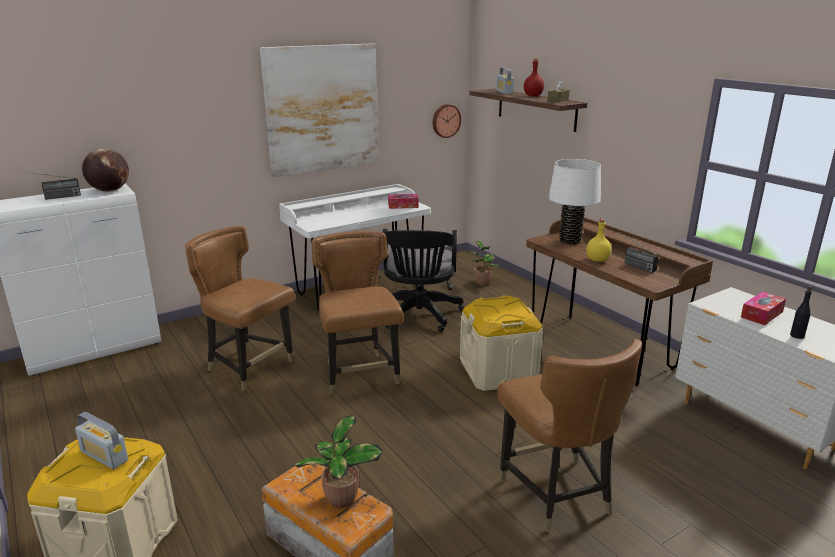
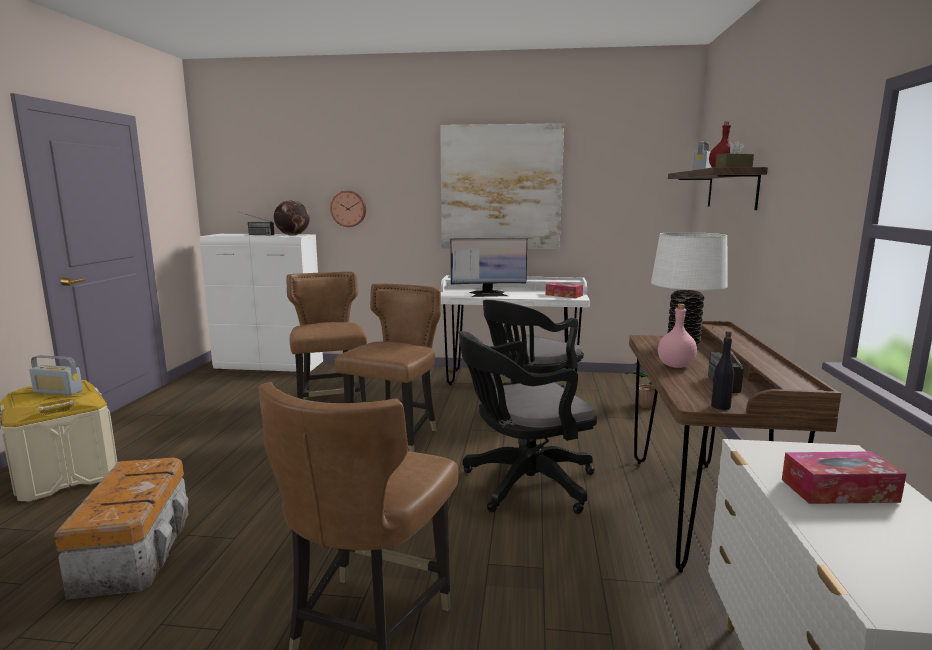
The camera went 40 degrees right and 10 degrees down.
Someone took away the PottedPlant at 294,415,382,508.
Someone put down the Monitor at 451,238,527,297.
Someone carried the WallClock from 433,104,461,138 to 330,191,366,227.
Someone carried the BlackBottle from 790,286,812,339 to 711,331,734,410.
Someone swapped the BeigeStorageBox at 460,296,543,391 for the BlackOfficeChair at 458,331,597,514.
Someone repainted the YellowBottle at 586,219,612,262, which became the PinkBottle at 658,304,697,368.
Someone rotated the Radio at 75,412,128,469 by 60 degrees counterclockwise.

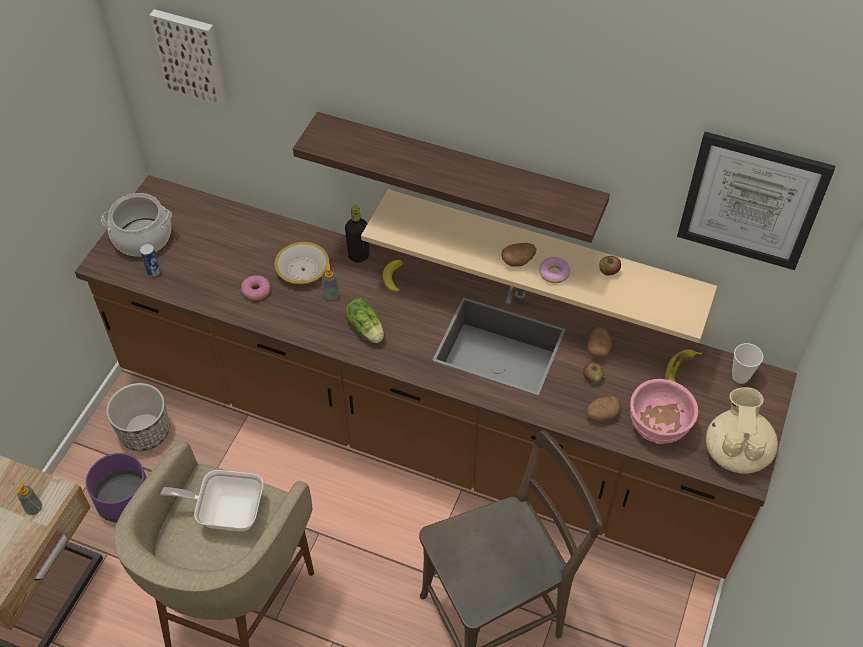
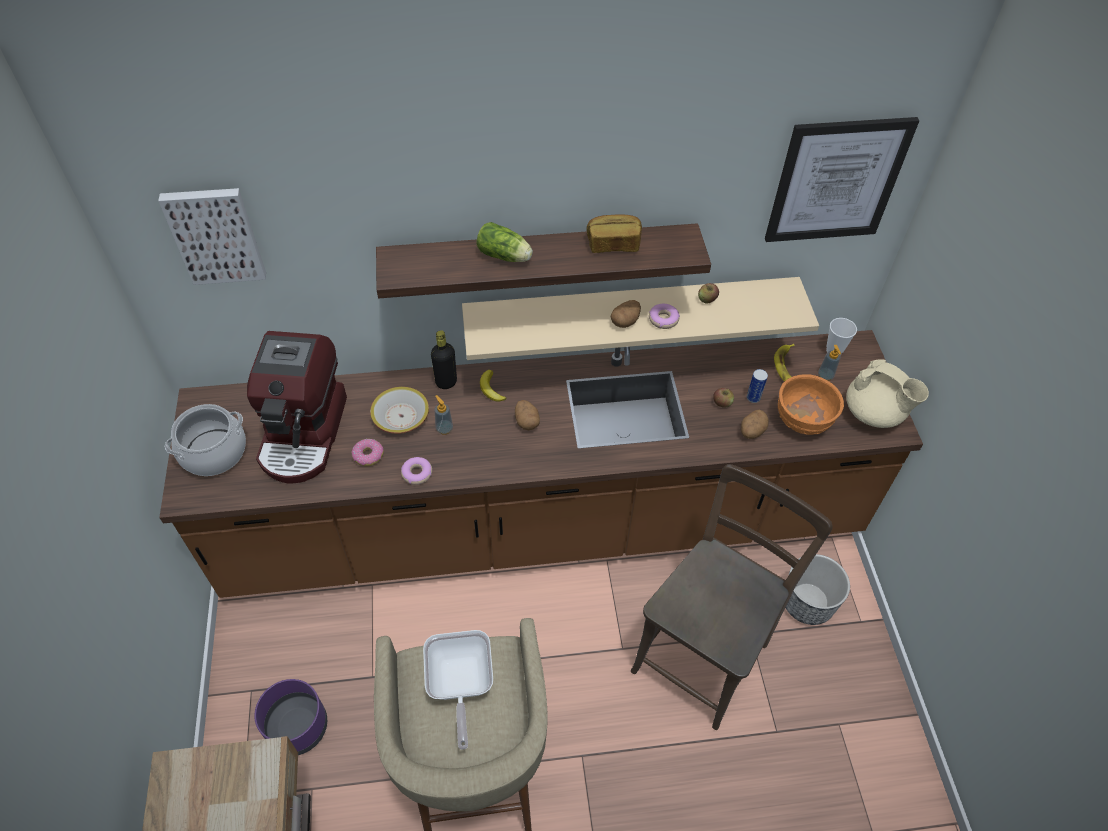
The camera went 30 degrees left and 0 degrees up.
Someone put down the CoffeeMachine at 247,331,347,484.
Someone put down the Donut at 401,457,432,485.
Someone put down the Bread at 586,215,642,253.
Someone carried the SoapDispenser from 16,482,42,515 to 818,345,841,381.
Someone carried the Planter from 106,383,170,451 to 785,554,850,625.
Someone carried the Can from 140,244,161,277 to 747,369,768,403.
Someone carried the Lettuce from 345,298,384,343 to 477,222,533,262.
Someone carried the Potato from 587,327,612,358 to 515,400,540,430.
Someone repainted the PinkBowl at 630,379,698,444, which became the OrangeBowl at 778,374,844,435.
Someone rotated the FryingPan at 160,470,263,531 by 75 degrees counterclockwise.
Someone rotated the BeigeTeapot at 706,387,778,474 by 150 degrees clockwise.

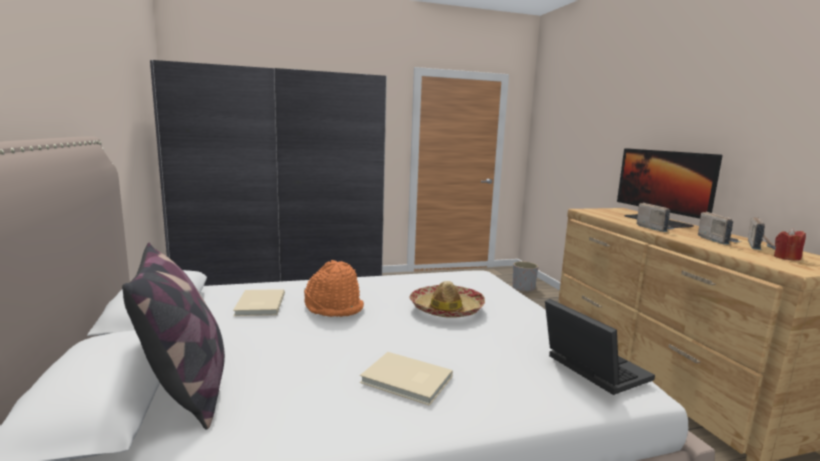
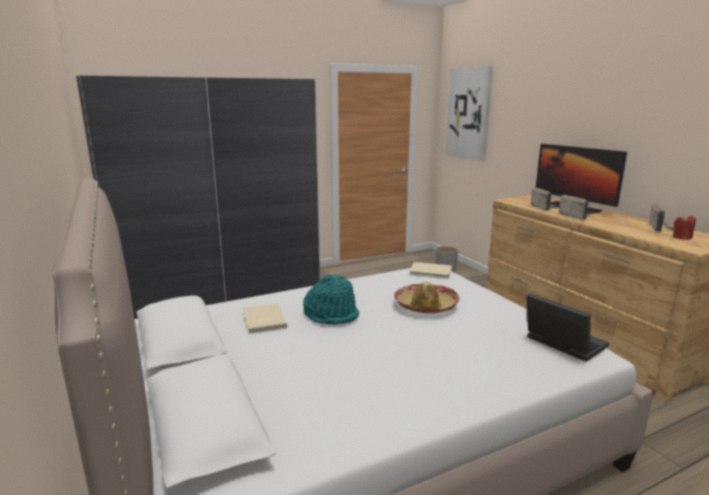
The camera went 10 degrees left and 5 degrees up.
Someone took away the Pillow at 122,243,225,429.
Someone put up the Picture at 445,66,493,161.
Someone carried the BeigeBook from 360,352,453,406 to 409,262,452,279.
Someone carried the Radio from 698,212,741,245 to 531,187,558,211.
Someone repainted the OrangeHat at 304,260,364,317, which became the TurquoiseHat at 303,274,359,324.

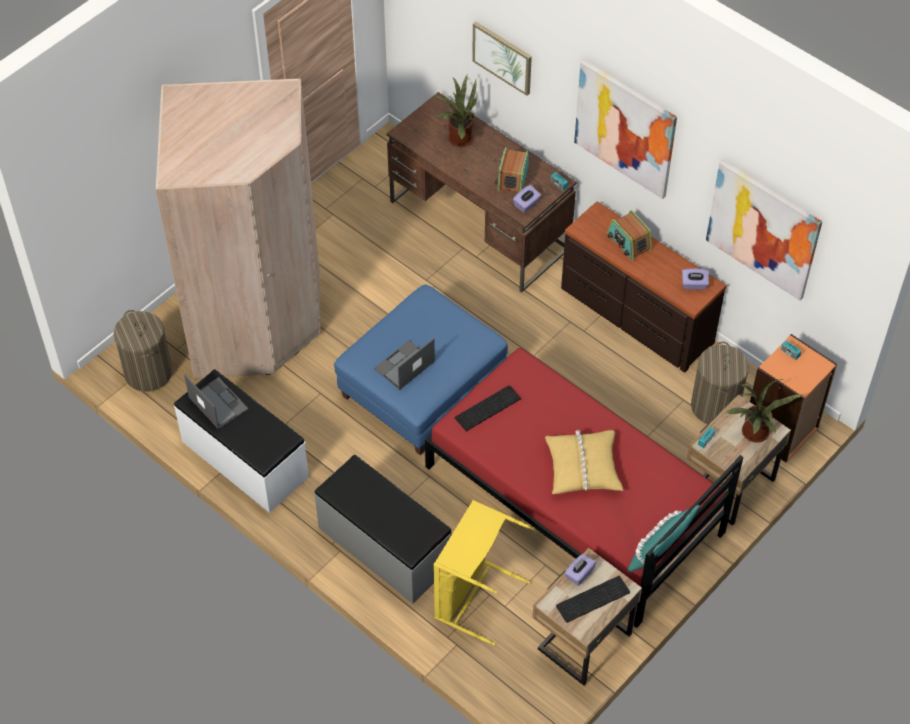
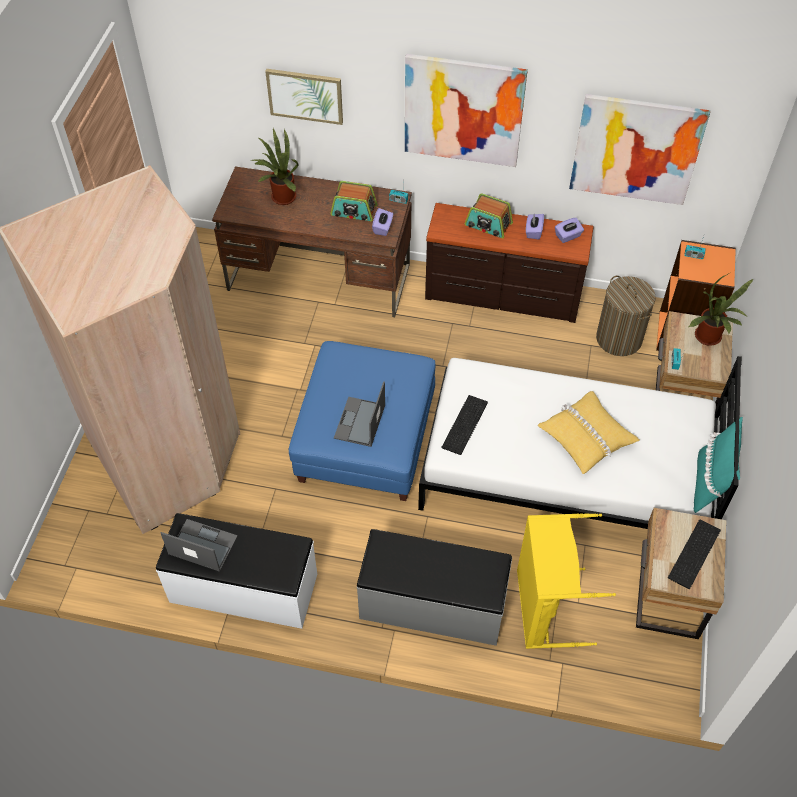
The camera went 30 degrees left and 0 degrees up.
Someone took away the LaundryBasket at 114,310,172,392.
Someone carried the PurpleTissueBox from 564,554,596,586 to 526,214,544,239.
Someone repainted the RedBed at 425,348,743,628, which became the WhiteBed at 418,356,742,529.
Someone rotated the Radio at 495,147,529,192 by 60 degrees counterclockwise.

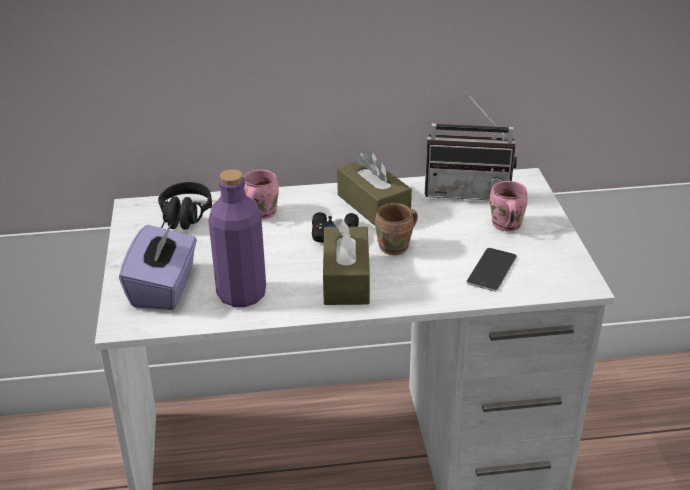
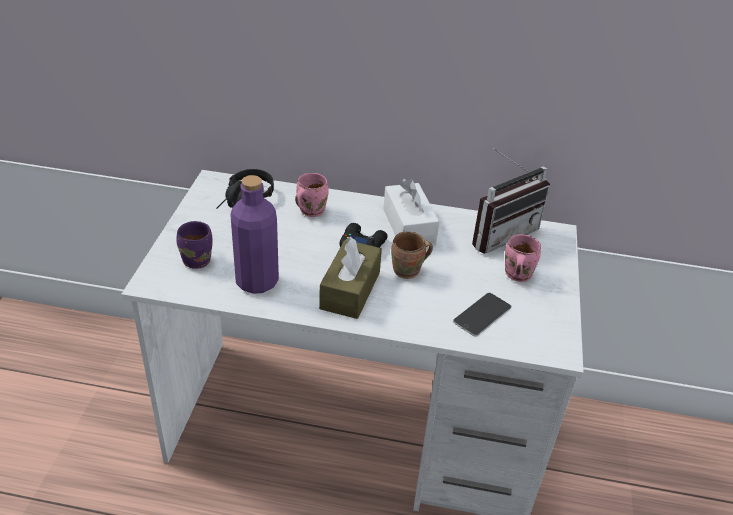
The camera went 15 degrees right and 5 degrees up.
Someone swapped the PurpleTissueBox at 119,223,197,310 for the PurpleMug at 176,221,213,269.
Someone repainted the BrownTissueBox at 337,150,412,226, which became the WhiteTissueBox at 383,178,440,245.
Someone rotated the Radio at 425,91,517,200 by 60 degrees counterclockwise.

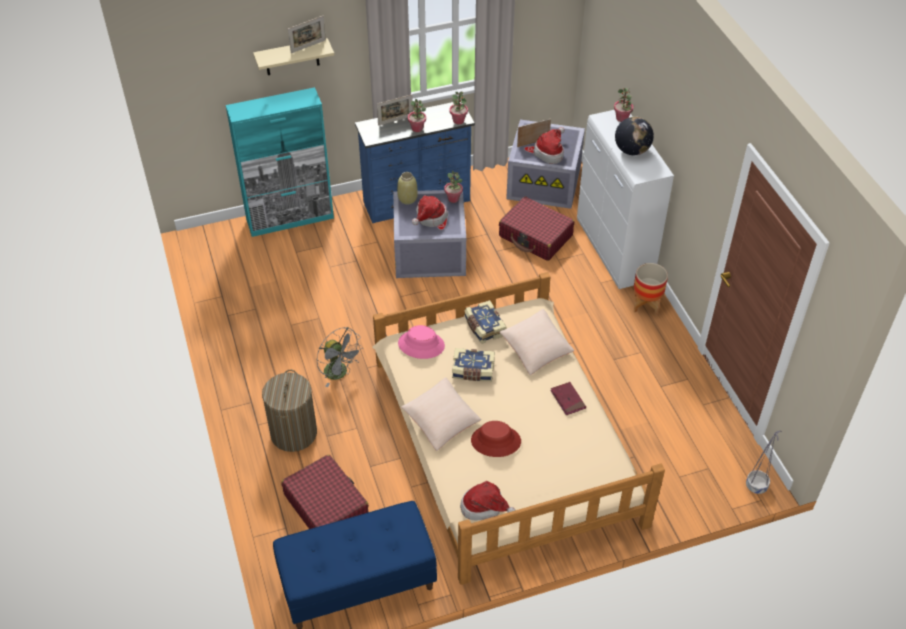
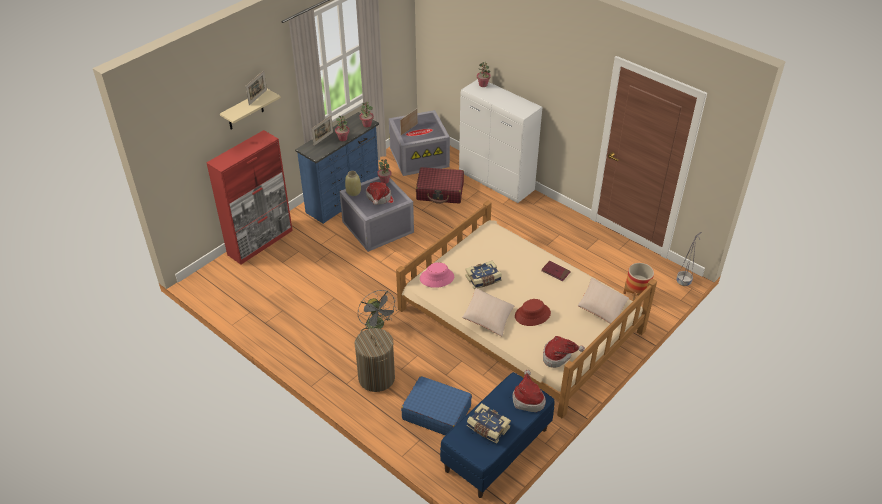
The camera went 30 degrees left and 5 degrees down.
Someone took away the Globe at 615,117,654,155.
Someone carried the Book from 464,300,507,344 to 467,403,511,444.
Someone carried the BeigePillow from 499,309,574,375 to 578,278,629,324.
Someone carried the Hat from 533,127,565,164 to 513,370,546,412.
Someone carried the Planter from 633,263,668,315 to 623,263,654,301.
Someone repainted the TurquoiseCabinet at 226,87,334,237, which became the RedCabinet at 206,130,293,265.
Someone repainted the RedSuitcase at 281,454,369,529, which became the BlueSuitcase at 401,376,472,435.
Someone rotated the GreyFan at 316,327,363,387 by 45 degrees clockwise.

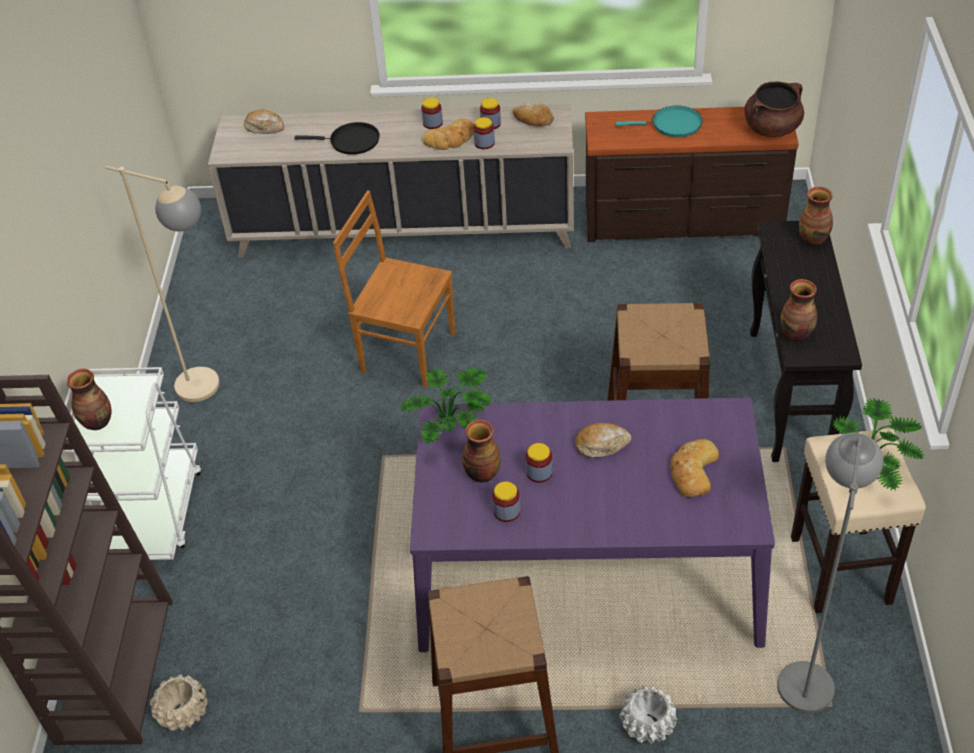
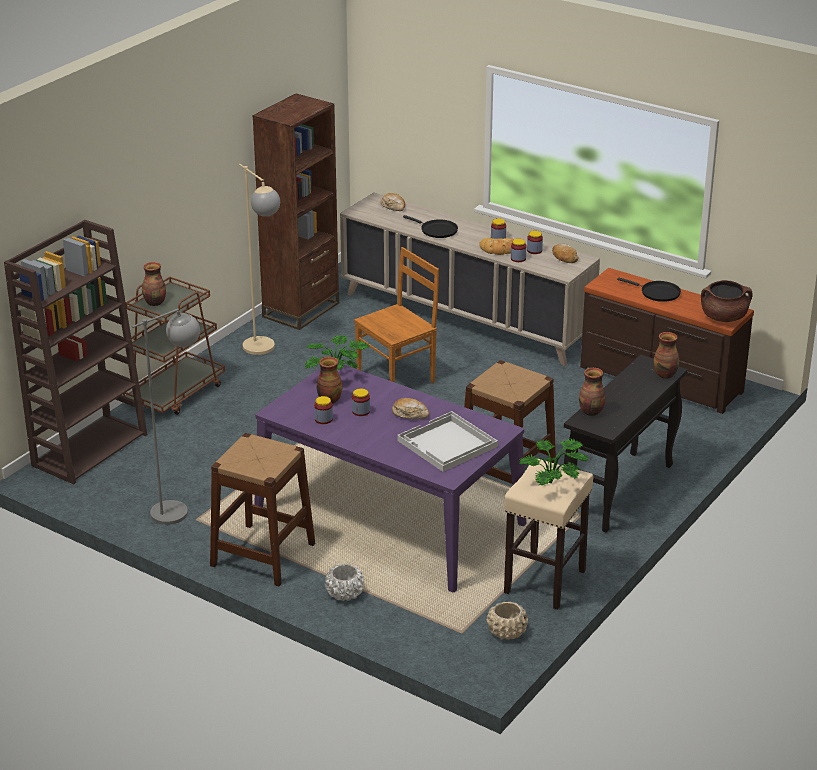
The camera went 30 degrees right and 15 degrees down.
Someone put down the BrownBookcase at 252,93,339,330.
Someone carried the BeigePlanter from 150,675,208,731 to 487,602,528,640.
Someone carried the GreyFloorLamp from 777,433,883,713 to 132,309,200,525.
Someone swapped the Bread at 670,439,719,497 for the WhiteTray at 397,411,498,472.
Someone repainted the WhiteCart at 63,367,202,560, which became the BrownCart at 123,277,225,415.
Someone repainted the TurquoiseFryingPan at 616,106,703,137, which became the BlackFryingPan at 617,278,681,302.
Someone rotated the BrownChair at 333,190,455,388 by 90 degrees clockwise.

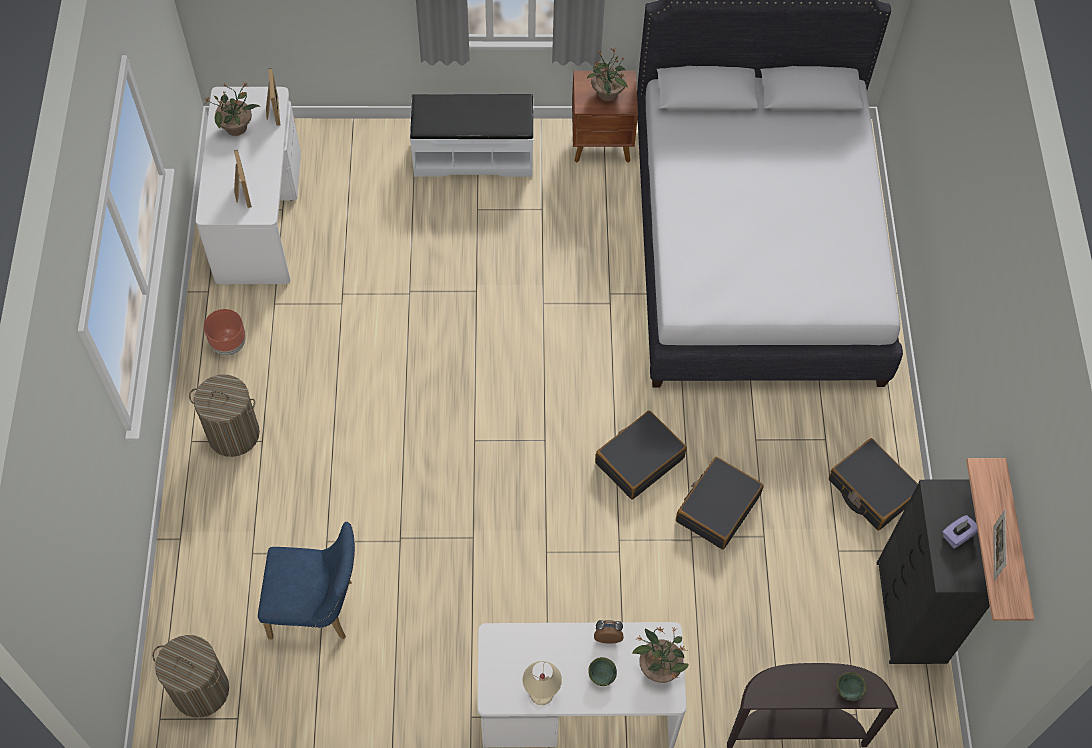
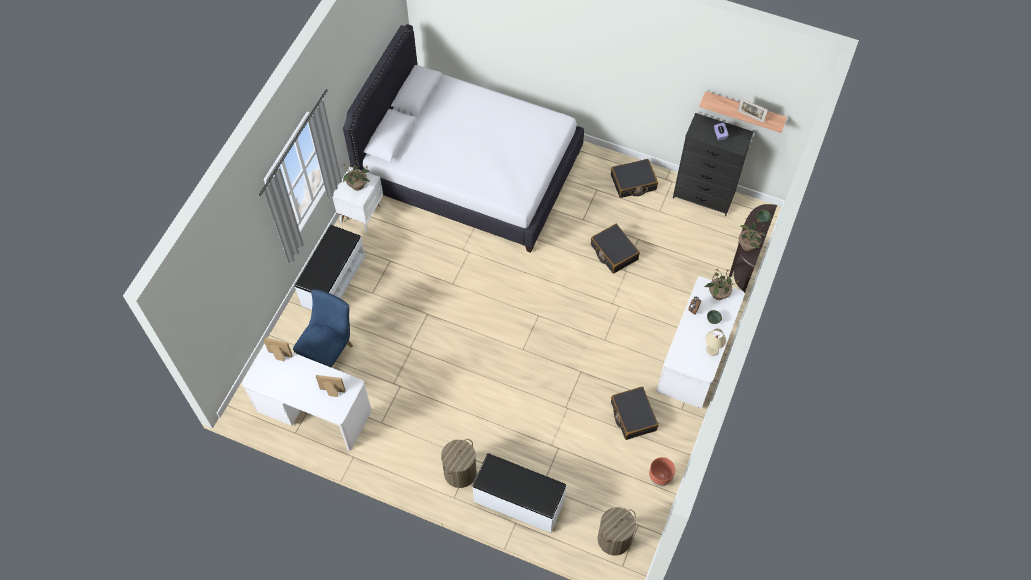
The camera went 65 degrees left and 0 degrees up.
Someone put down the WhiteBench at 472,453,567,533.
Someone carried the BrownPlanter from 204,309,246,355 to 649,457,675,486.
Someone carried the PottedPlant from 205,82,260,136 to 739,218,766,251.
Someone carried the BlueChair from 258,522,355,640 to 293,289,353,368.
Someone carried the BlackSuitcase from 595,410,687,500 to 611,386,658,440.
Someone repainted the BrownNightstand at 572,71,638,163, which became the WhiteNightstand at 333,167,383,232.

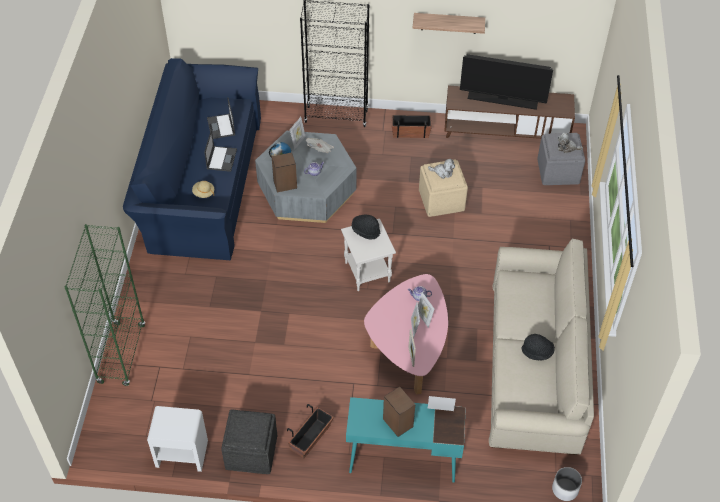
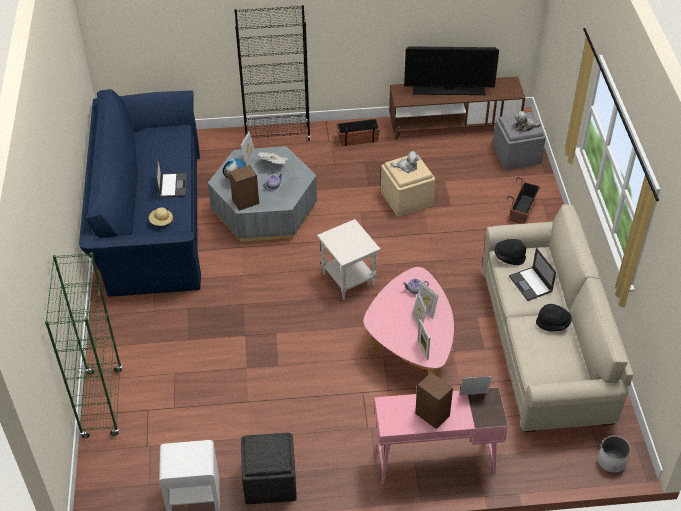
The camera went 10 degrees left and 5 degrees down.
Someone took away the Shelf at 412,13,485,34.
Someone carried the Laptop from 207,97,235,139 to 509,248,556,301.
Someone carried the Planter from 287,404,334,458 to 507,177,541,224.
Someone carried the BlackHat from 352,215,380,239 to 495,239,526,265.
Someone repainted the TurquoiseDesk at 346,397,466,483, which became the PinkDesk at 374,387,508,485.

